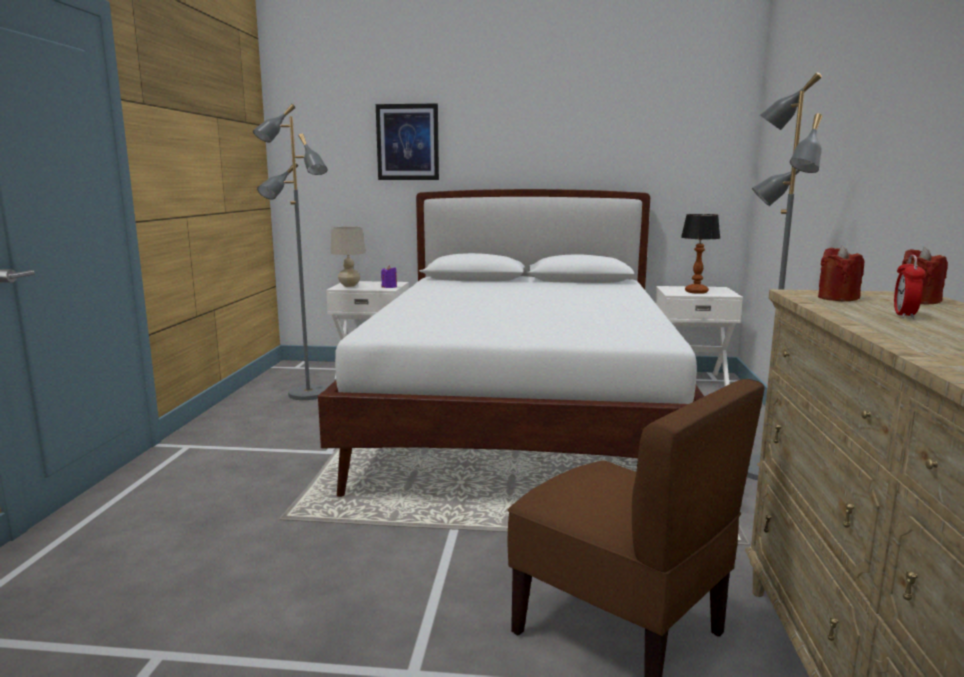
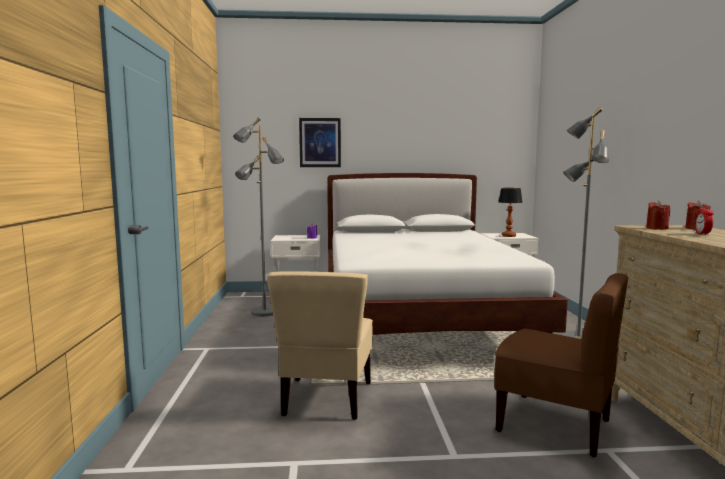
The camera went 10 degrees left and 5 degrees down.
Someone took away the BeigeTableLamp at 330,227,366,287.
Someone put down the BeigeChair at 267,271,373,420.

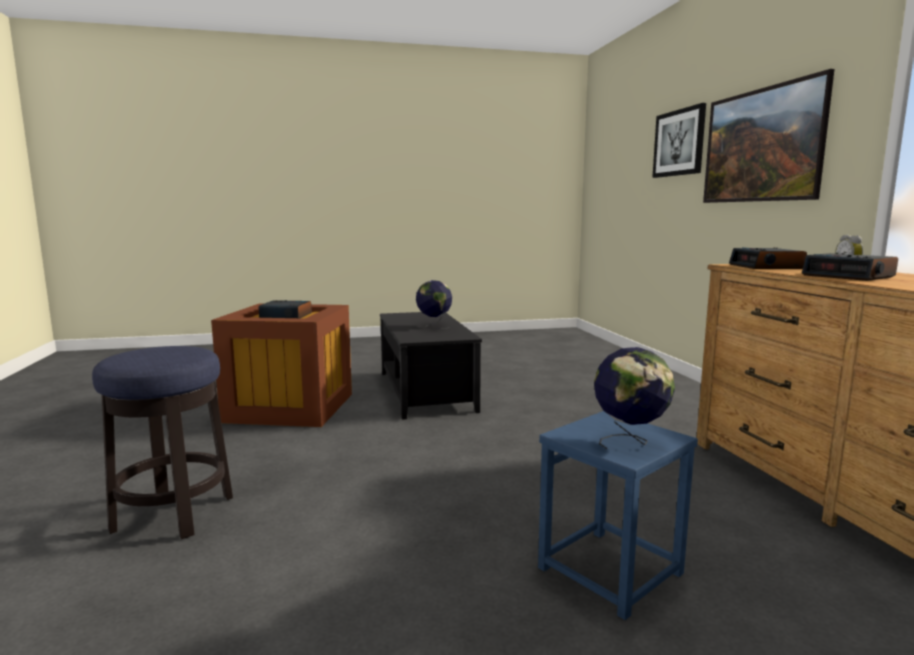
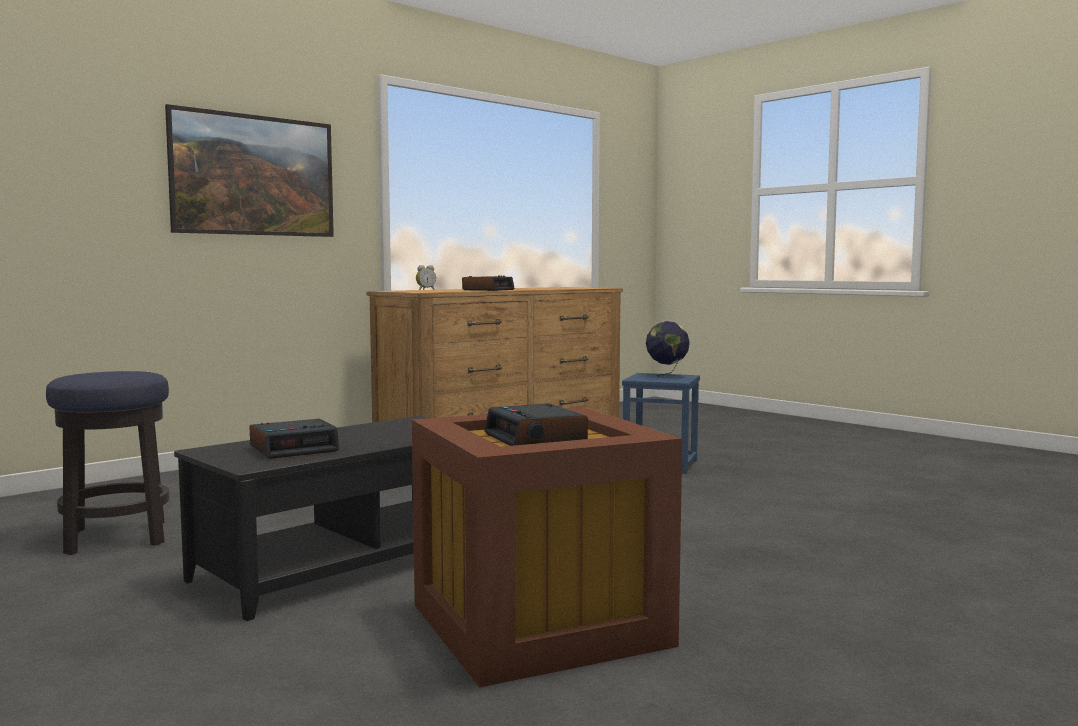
The camera went 120 degrees left and 5 degrees down.
Someone took away the Globe at 416,280,452,329.
Someone took away the Picture at 652,103,706,178.
Someone carried the Stool from 92,346,233,539 to 46,371,169,555.
Someone carried the AlarmClock from 729,247,807,269 to 249,419,339,459.

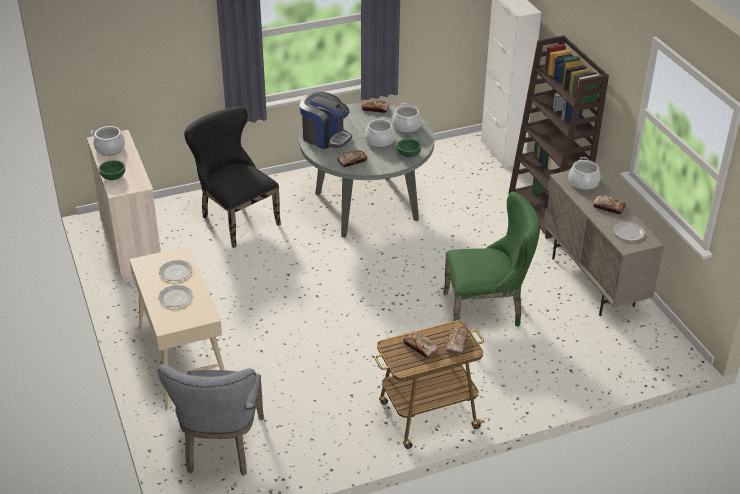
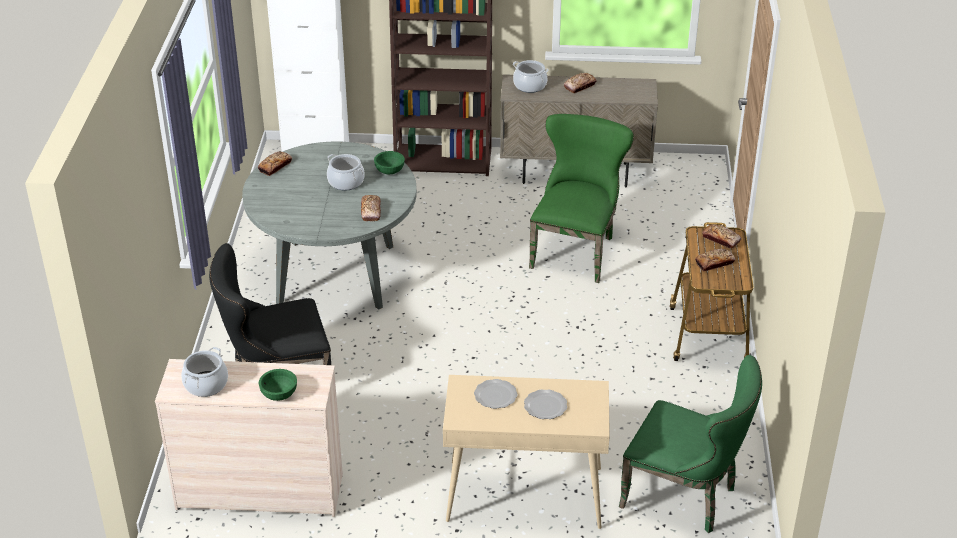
The camera went 65 degrees left and 0 degrees up.
Someone took away the CoffeeMachine at 300,92,352,149.
Someone took away the CookingPot at 392,103,421,133.
Someone took away the Plate at 613,222,645,241.
Someone repainted the GreyChair at 158,365,264,476, which became the GreenChair at 619,355,762,533.

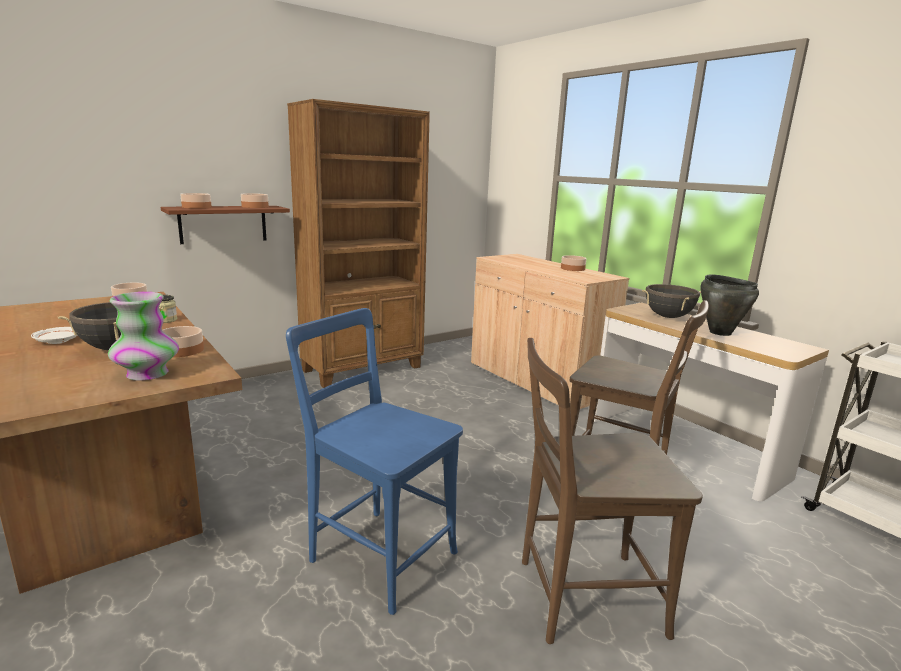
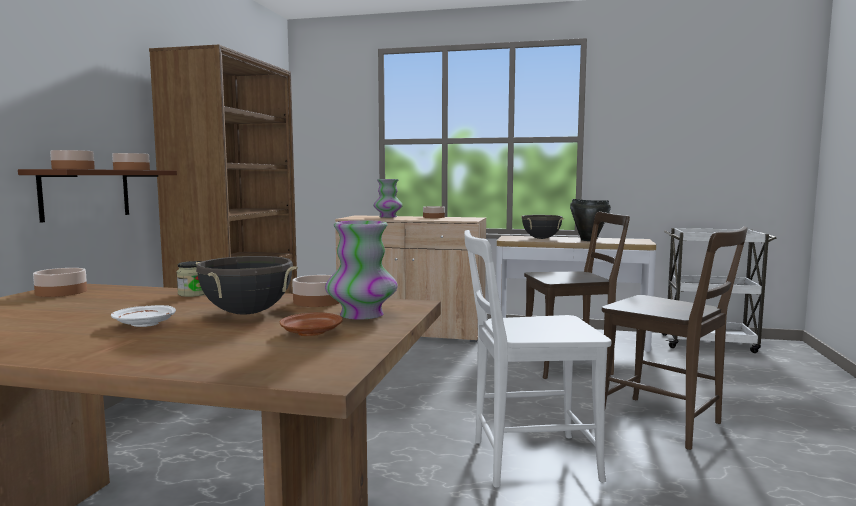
The camera went 40 degrees left and 10 degrees down.
Someone put down the BrownPlate at 280,312,343,336.
Someone put down the Vase at 373,179,403,218.
Someone repainted the BlueChair at 286,308,463,615, which became the WhiteChair at 464,230,611,488.
Someone rotated the BrownChair at 522,338,703,644 by 90 degrees counterclockwise.

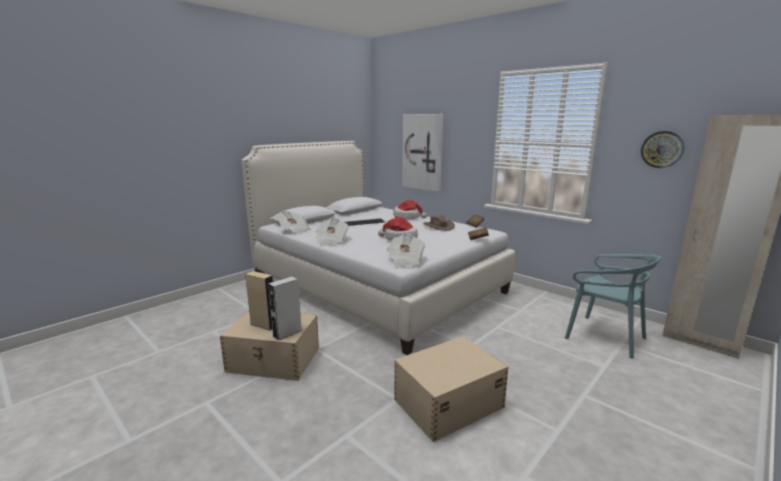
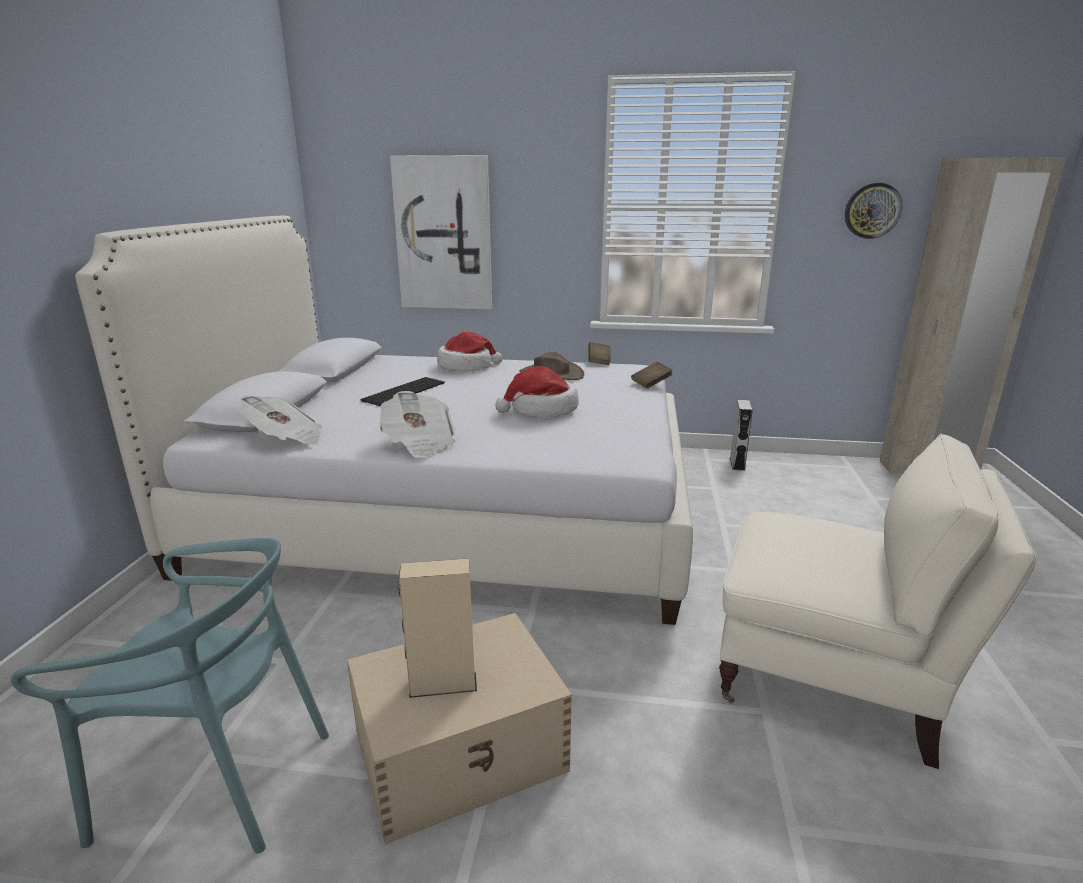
The camera went 35 degrees left and 5 degrees up.
Someone took away the Newspaper at 387,234,425,268.
Someone carried the GreySpeaker from 268,276,302,340 to 730,400,753,471.
Someone carried the TurquoiseChair from 565,254,661,359 to 11,538,329,854.
Someone swapped the BeigeStorageBox at 394,336,509,442 for the BeigeArmchair at 719,434,1037,769.

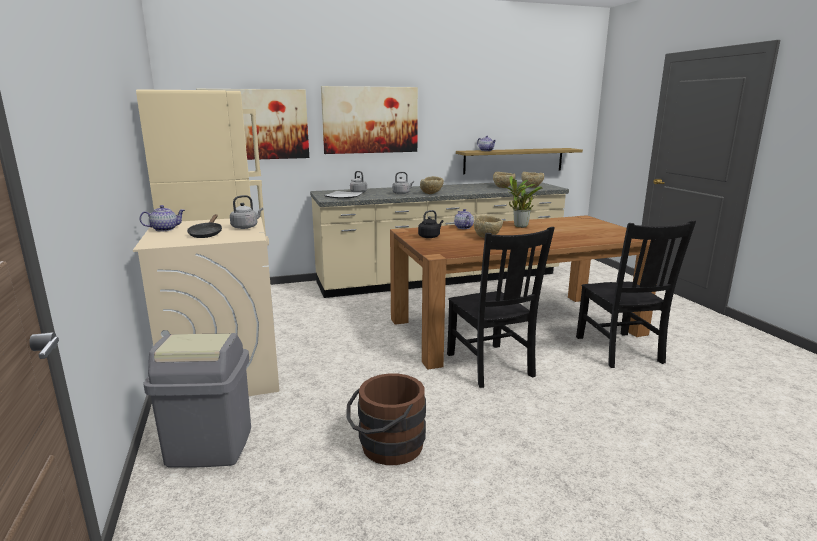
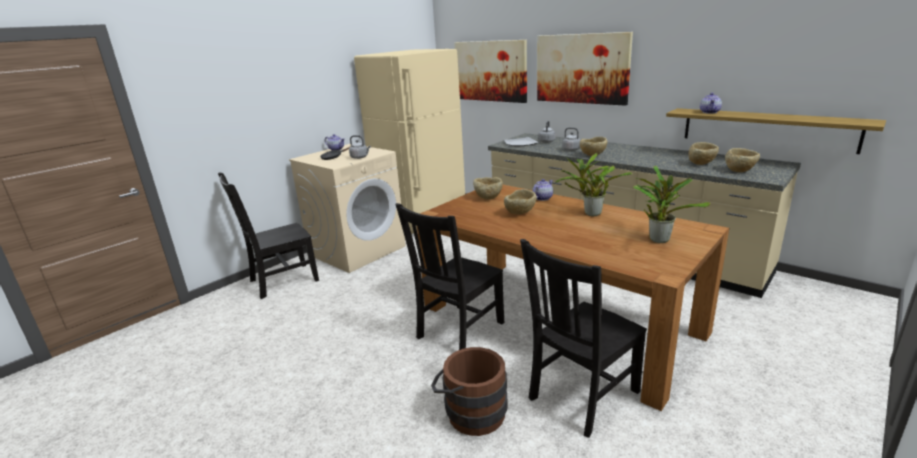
The camera went 60 degrees right and 5 degrees up.
Someone put down the PottedPlant at 633,166,711,243.
Someone carried the BrownBucket from 347,373,426,465 to 431,347,507,436.
Someone swapped the GreyTrashCan at 143,333,251,468 for the BlackChair at 218,173,319,299.
Someone swapped the BlackKettle at 418,210,444,238 for the BeigeBowl at 473,177,503,199.

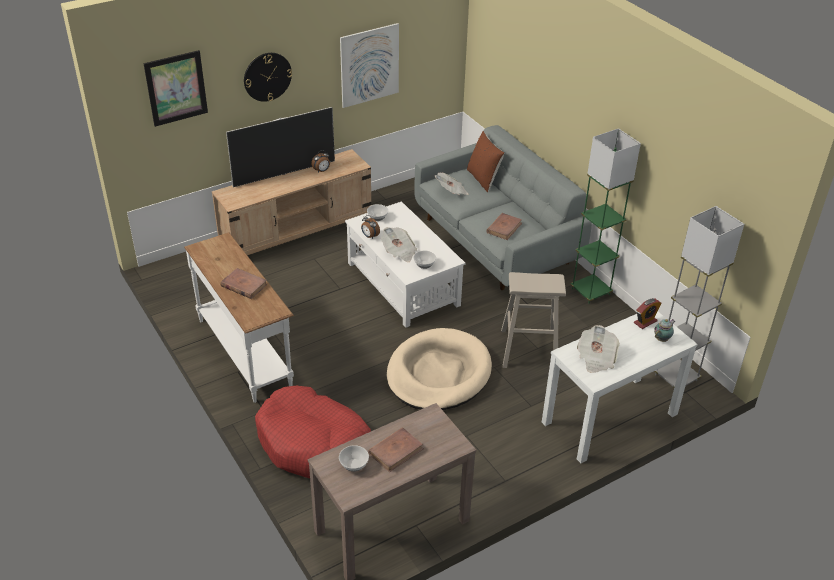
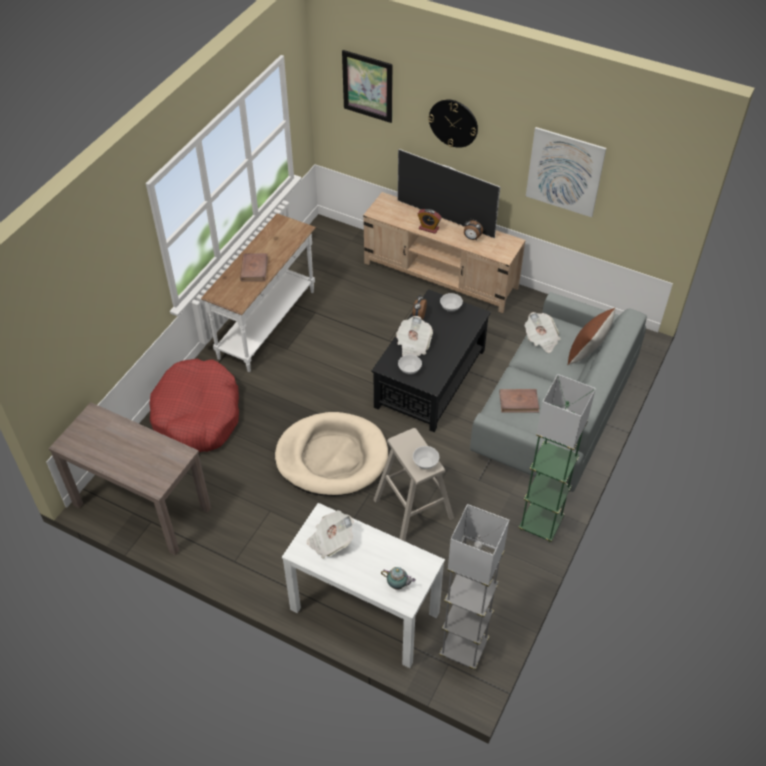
The camera went 60 degrees right and 10 degrees up.
Someone took away the BrownBook at 368,427,424,472.
Someone carried the Bowl from 339,445,369,472 to 413,446,439,469.
Someone carried the AlarmClock from 634,298,661,329 to 418,209,441,234.
Someone repainted the WhiteCoffeeTable at 345,201,465,328, which became the BlackCoffeeTable at 371,289,491,432.

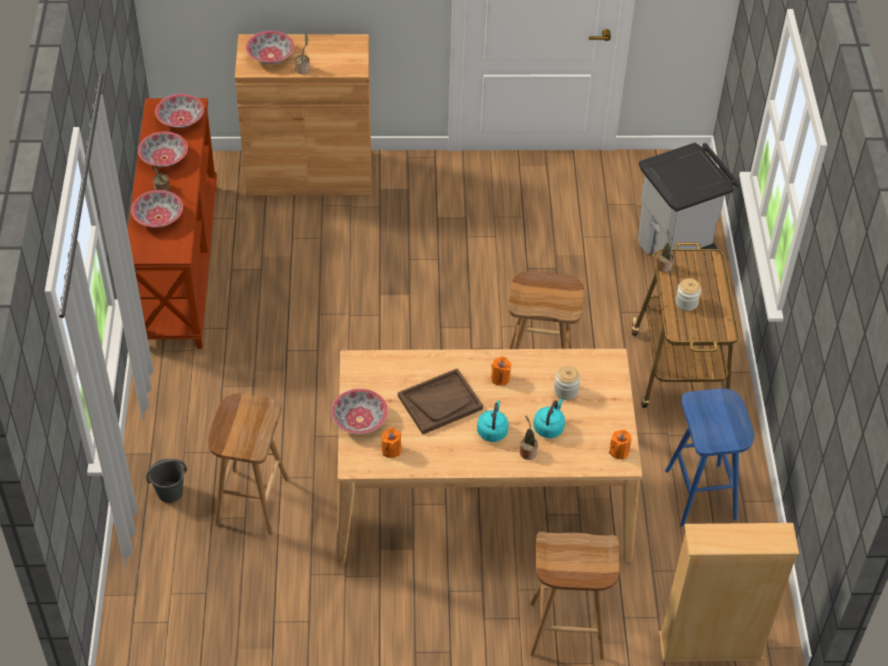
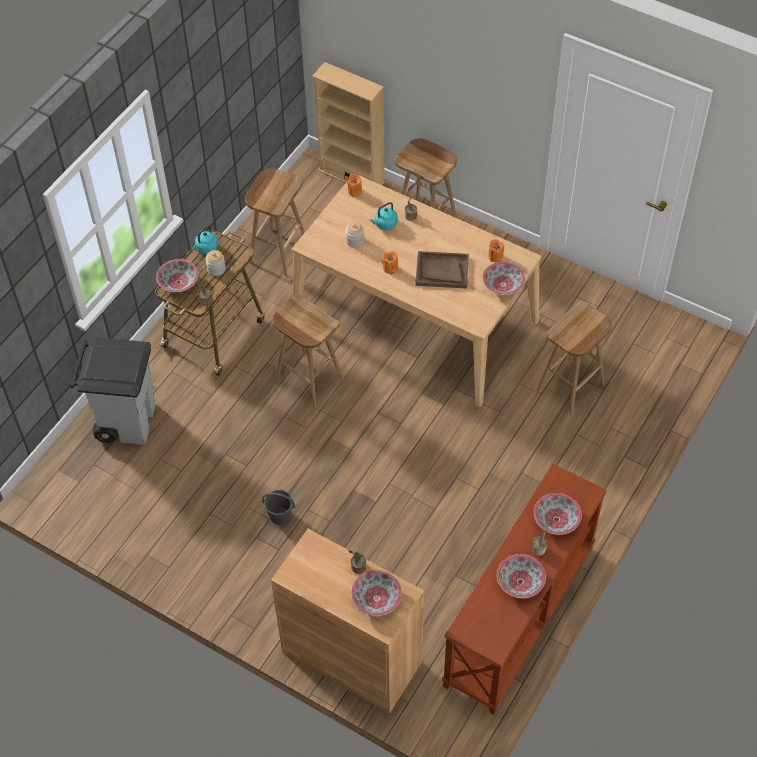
The camera went 145 degrees left and 5 degrees up.
Someone carried the GreyBucket from 146,458,187,503 to 262,490,295,525.
Someone carried the Bowl from 155,94,204,128 to 156,259,198,292.
Someone carried the TurquoiseKettle from 477,401,509,442 to 191,226,218,254.
Someone repainted the BlueStool at 665,388,754,527, which became the BrownStool at 245,168,305,276.

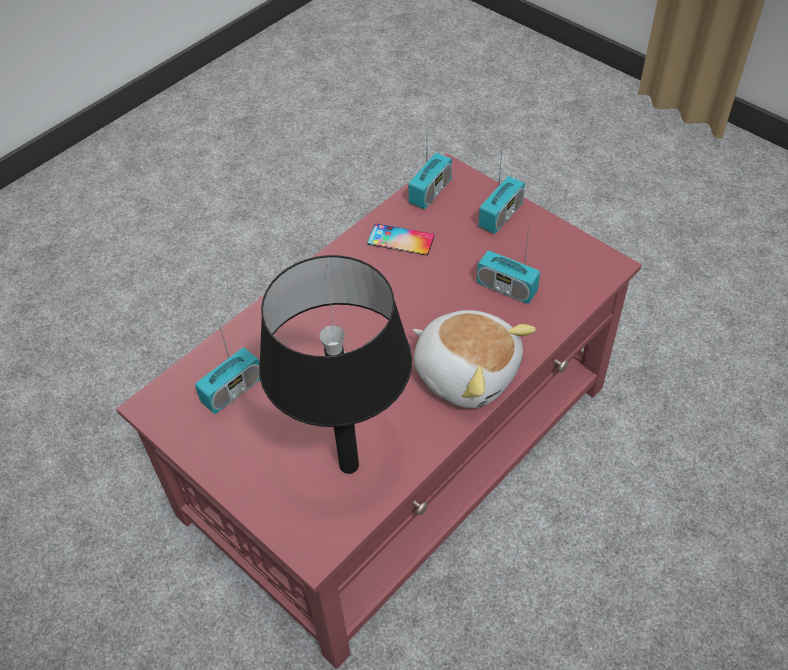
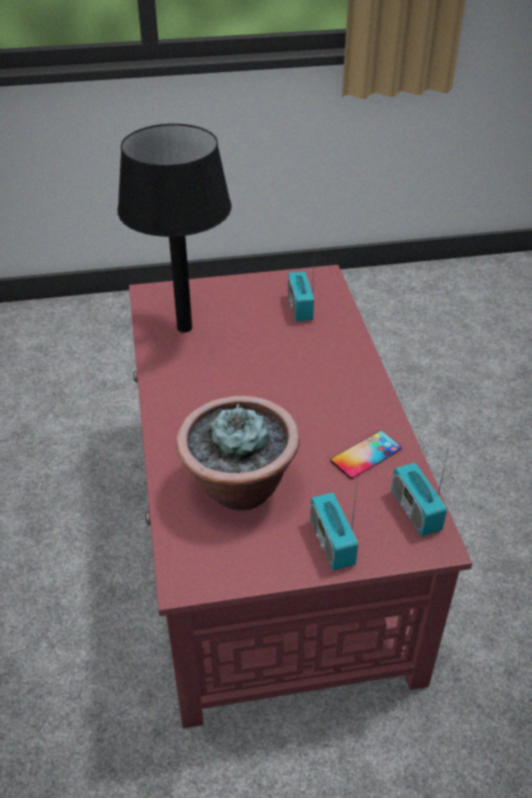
The camera went 125 degrees right and 10 degrees down.
Someone took away the PlushToy at 413,310,536,408.
Someone swapped the Radio at 477,229,540,304 for the PottedPlant at 176,396,300,510.

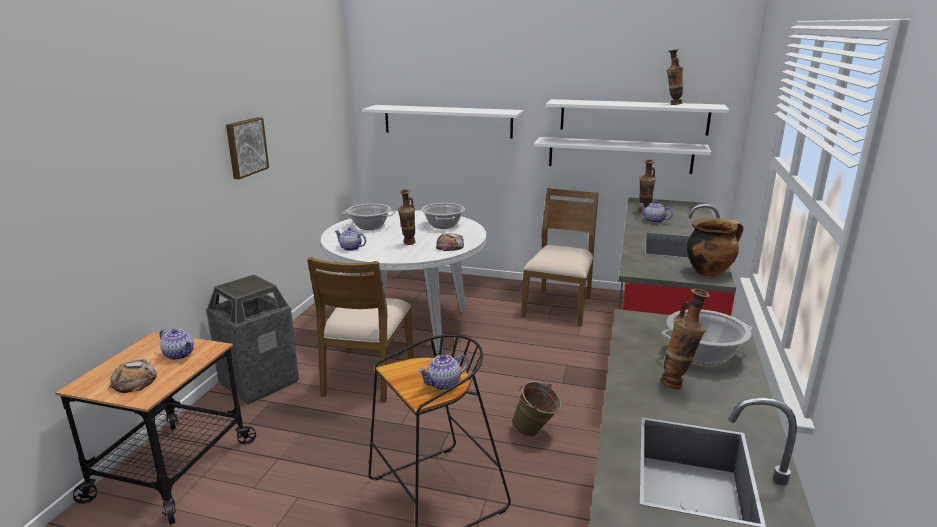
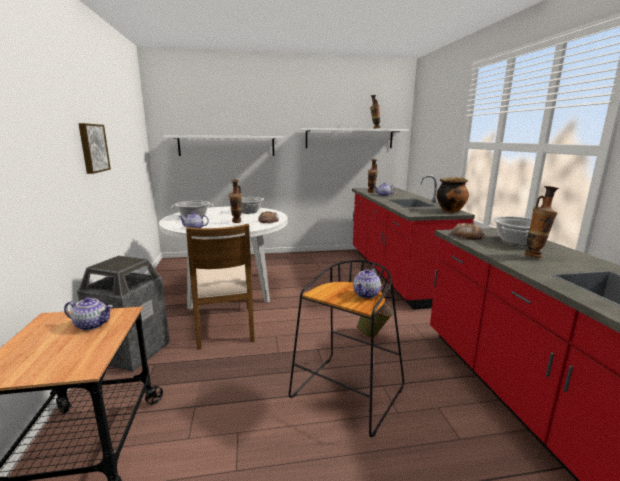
The camera went 25 degrees left and 5 degrees down.
Someone took away the BrownChair at 521,188,599,326.
Someone took away the WhiteShelf at 534,137,711,174.
Someone carried the Bread from 109,359,157,393 to 451,223,485,240.

